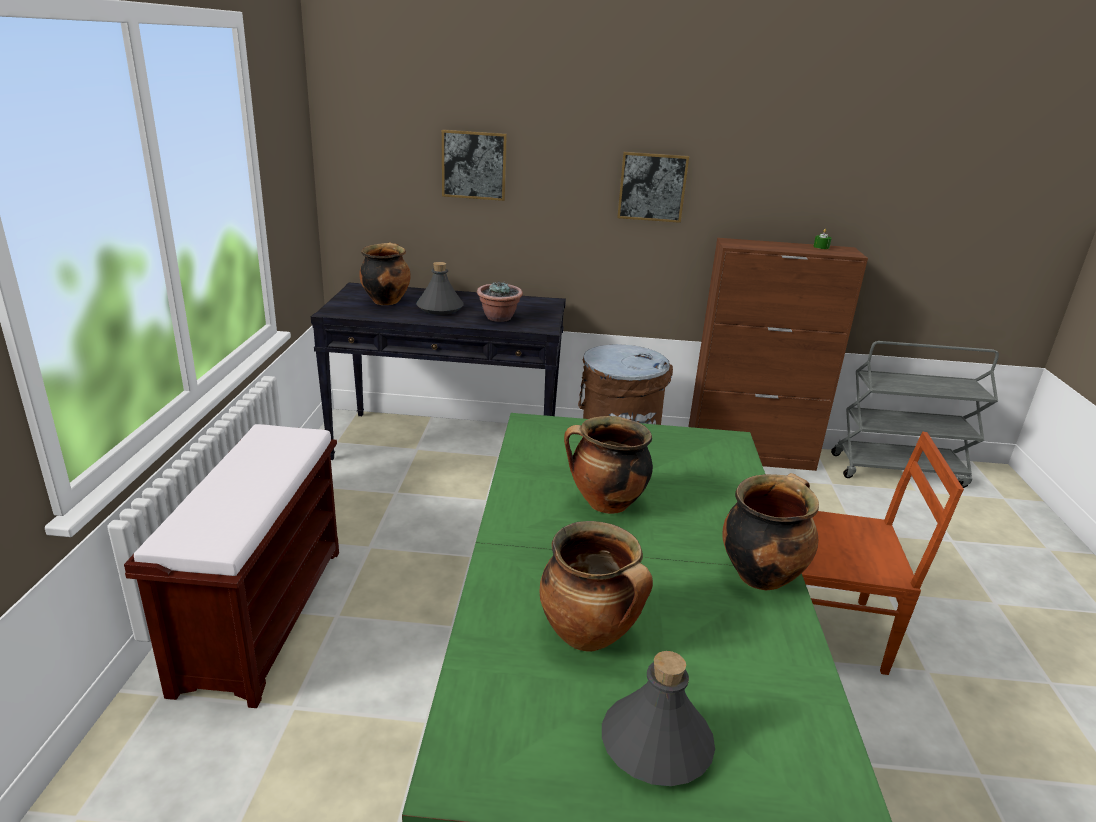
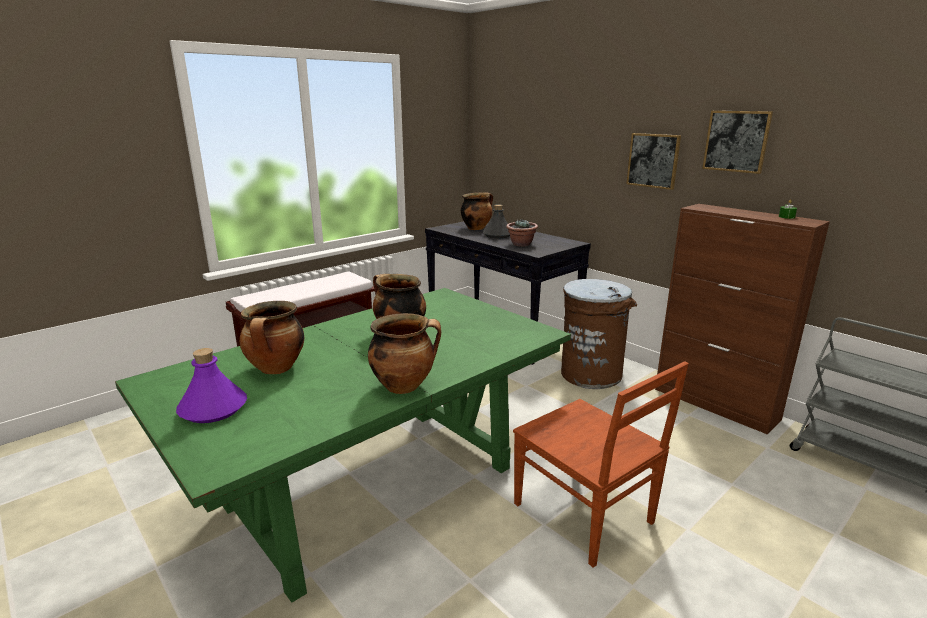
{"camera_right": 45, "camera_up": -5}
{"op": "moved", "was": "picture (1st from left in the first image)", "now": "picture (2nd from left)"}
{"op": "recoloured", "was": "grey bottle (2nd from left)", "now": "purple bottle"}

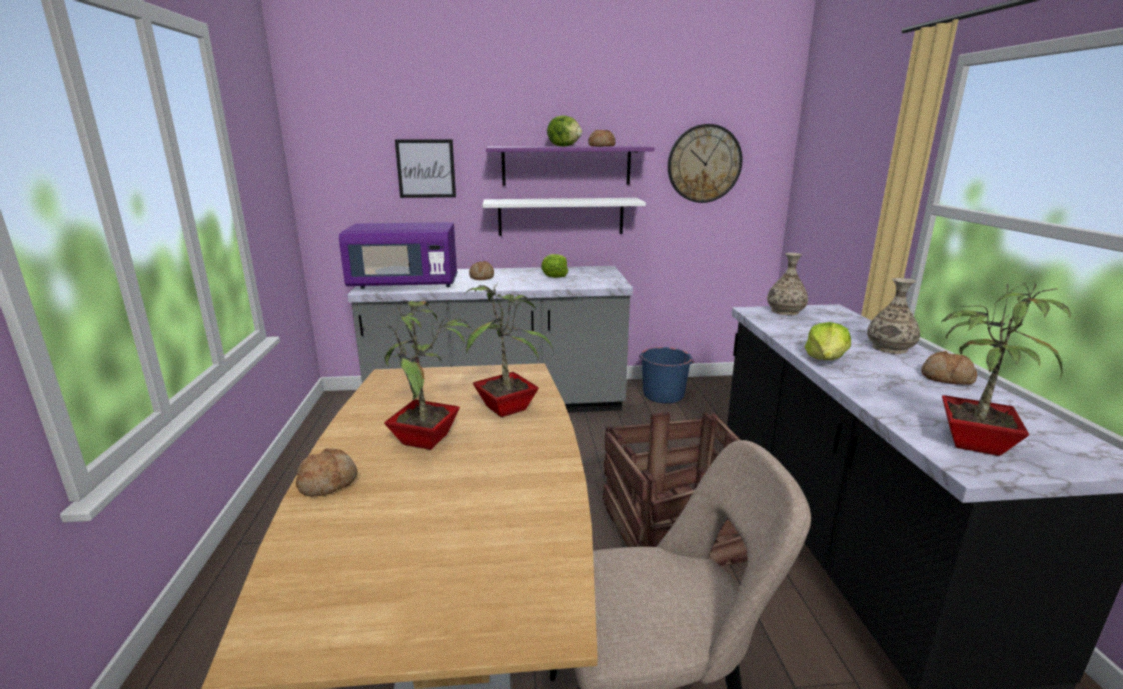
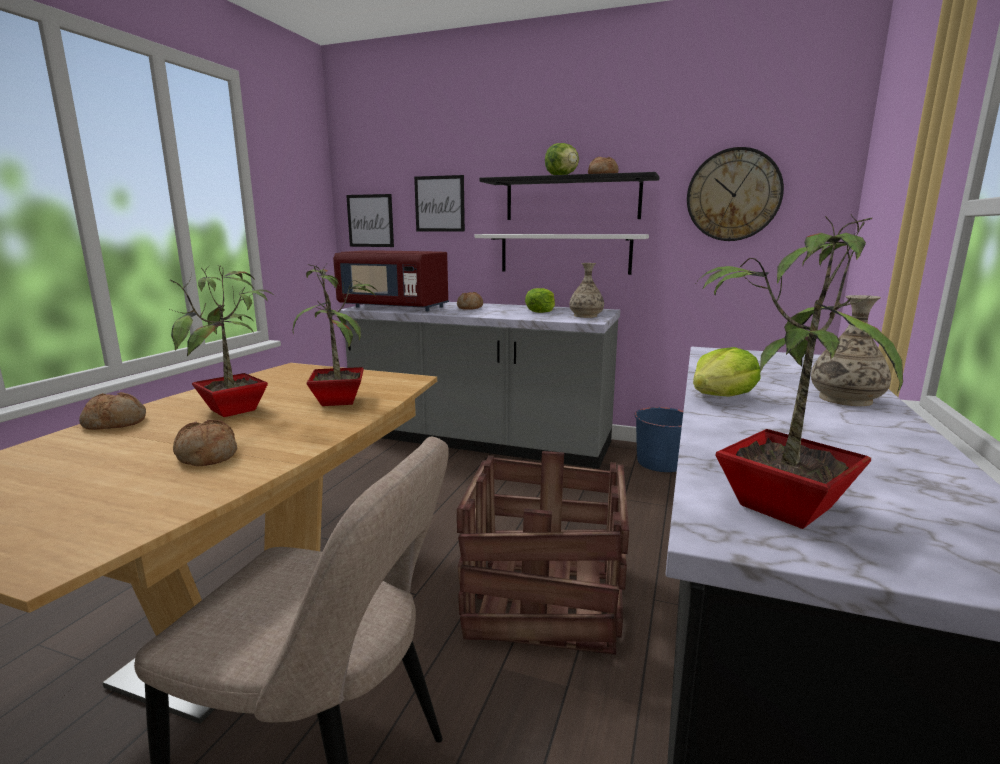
{"camera_right": 25, "camera_up": -5}
{"op": "added", "now": "picture (1st from left)"}
{"op": "moved", "was": "vase (1st from left)"}
{"op": "moved", "was": "bread (4th from left in the first image)", "now": "bread (2nd from left)"}
{"op": "recoloured", "was": "purple microwave", "now": "red microwave"}
{"op": "recoloured", "was": "purple shelf", "now": "black shelf"}

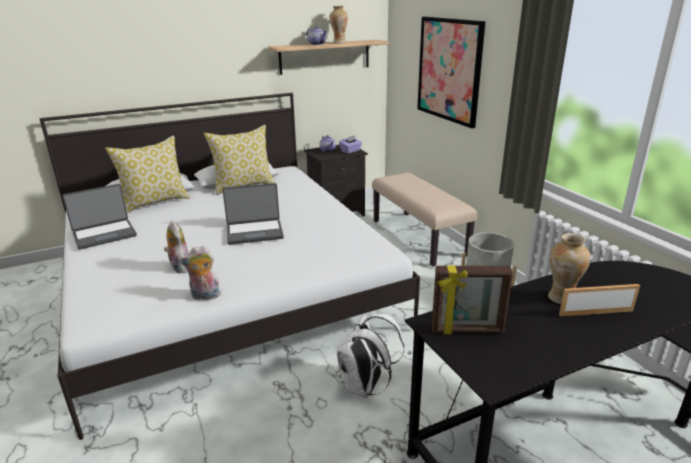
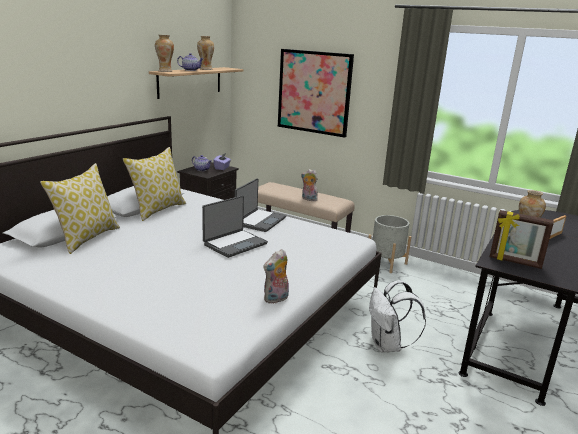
{"camera_right": -35, "camera_up": -5}
{"op": "added", "now": "vase (1st from left)"}
{"op": "moved", "was": "laptop (1st from left in the first image)", "now": "laptop (2nd from left)"}
{"op": "moved", "was": "plush toy (1st from left in the first image)", "now": "plush toy (2nd from left)"}
{"op": "turned", "was": "picture frame (1st from left)", "clockwise": 60}

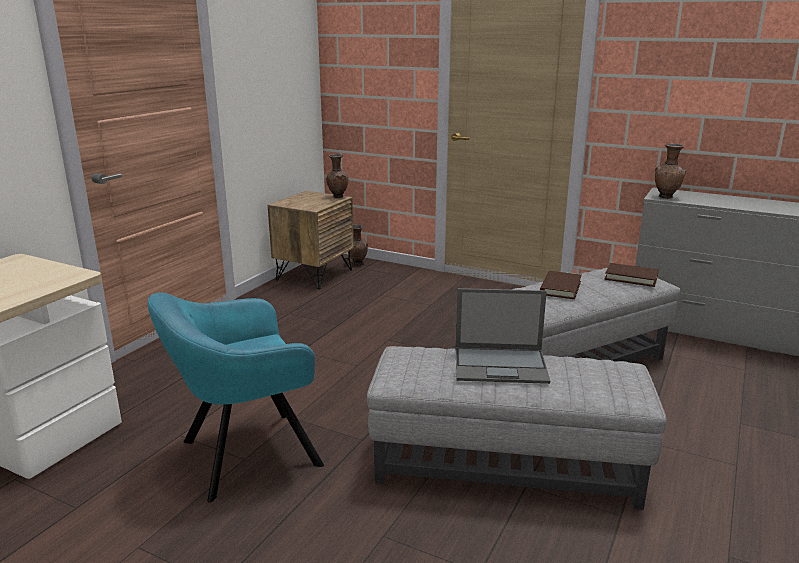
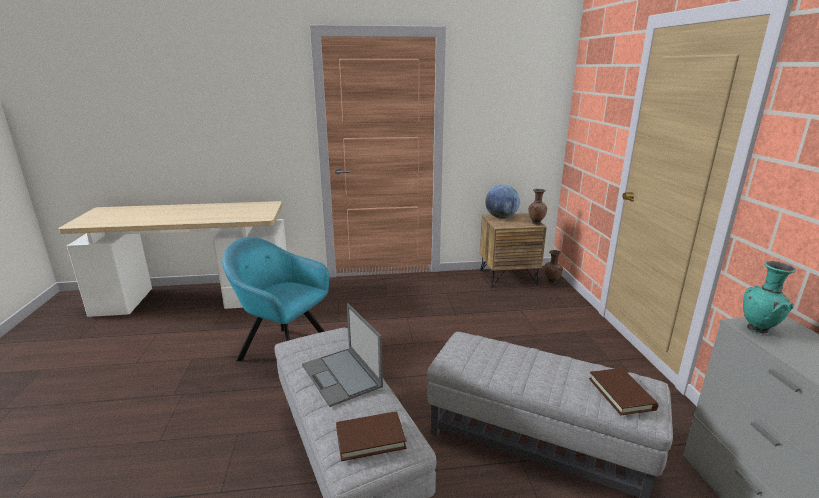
{"camera_right": 55, "camera_up": 0}
{"op": "added", "now": "globe"}
{"op": "moved", "was": "brown book (1st from left)"}
{"op": "recoloured", "was": "brown vase (3rd from left)", "now": "turquoise vase"}

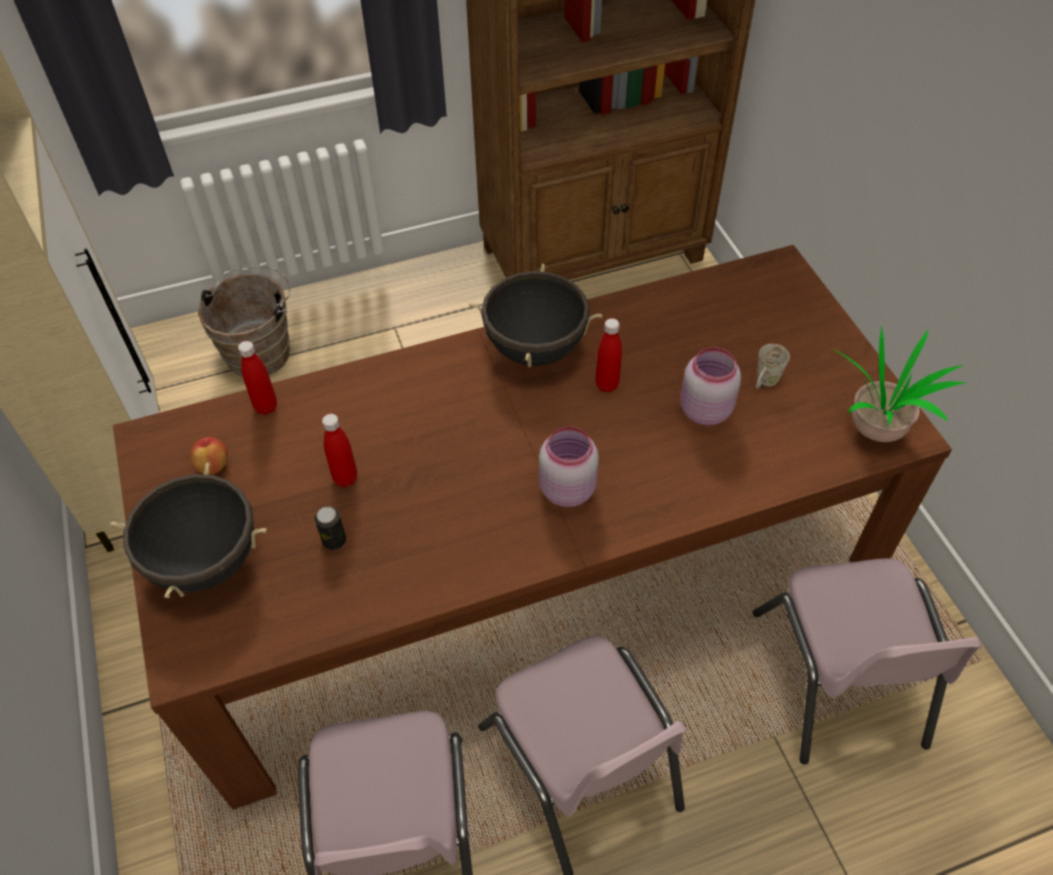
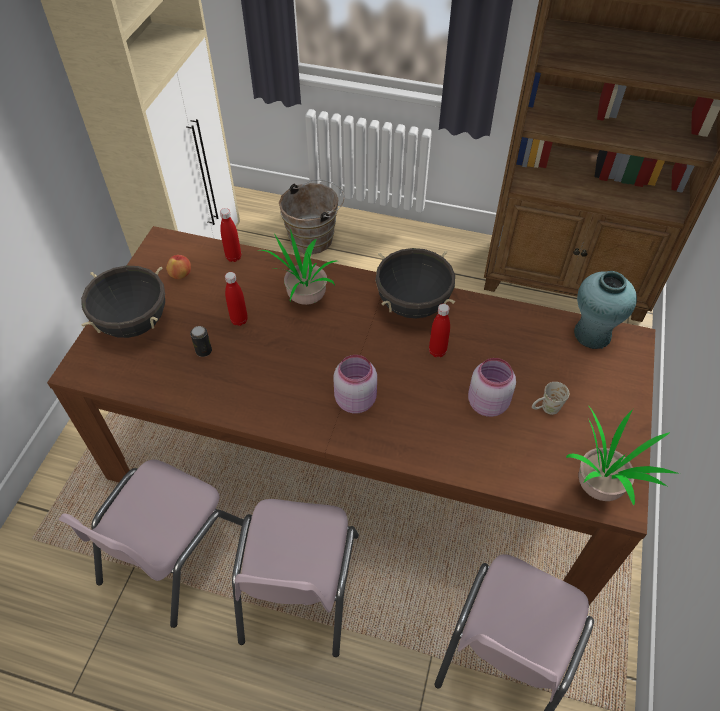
{"camera_right": 35, "camera_up": 0}
{"op": "added", "now": "potted plant (1st from left)"}
{"op": "added", "now": "turquoise vase"}

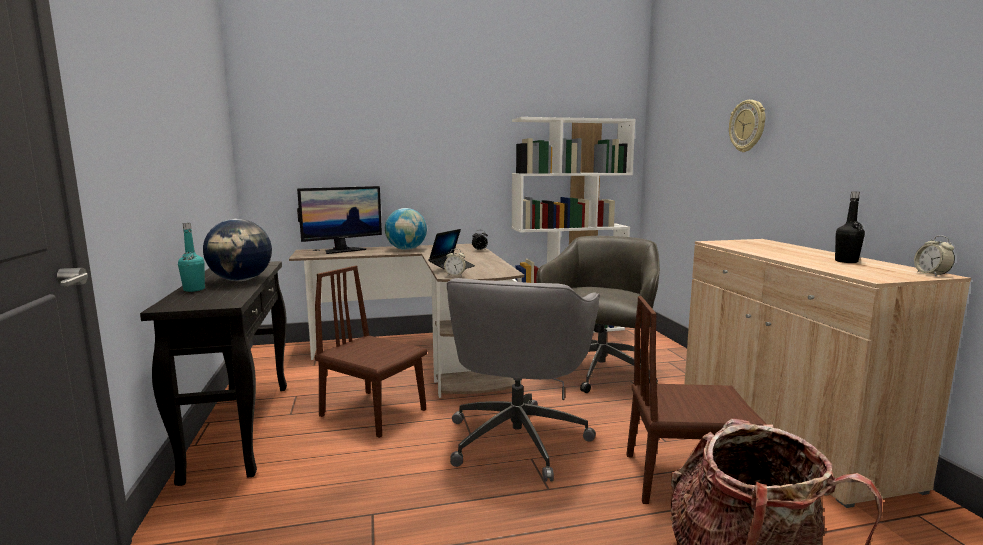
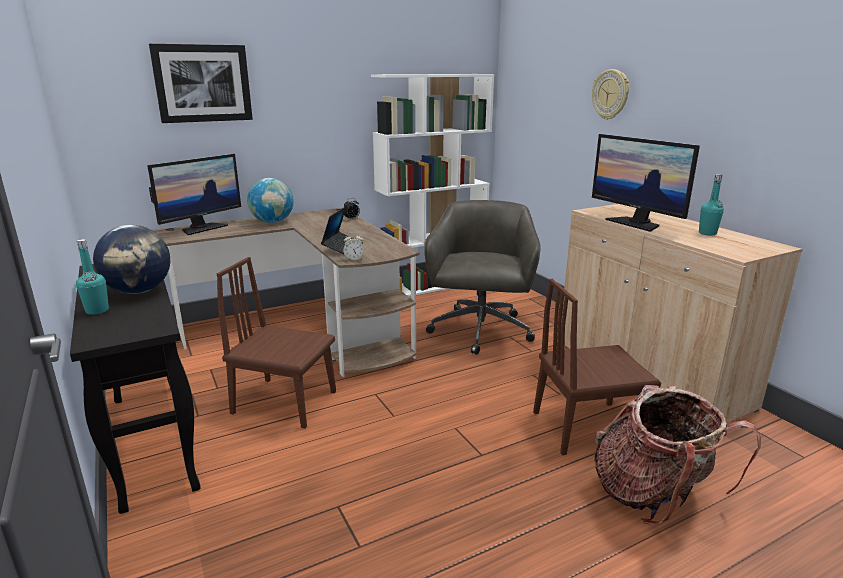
{"camera_right": -15, "camera_up": 10}
{"op": "removed", "was": "grey office chair (1st from left)"}
{"op": "removed", "was": "alarm clock (3rd from left)"}
{"op": "added", "now": "picture"}
{"op": "added", "now": "monitor (2nd from left)"}
{"op": "recoloured", "was": "black bottle", "now": "turquoise bottle (2nd from left)"}

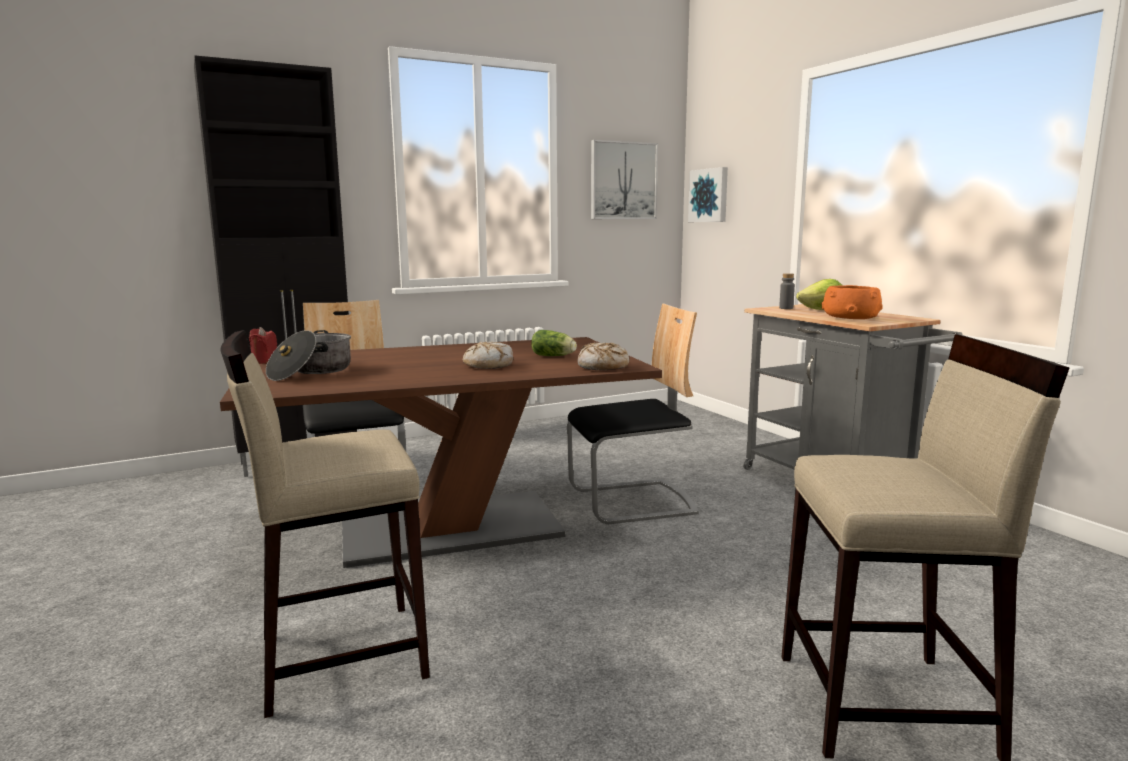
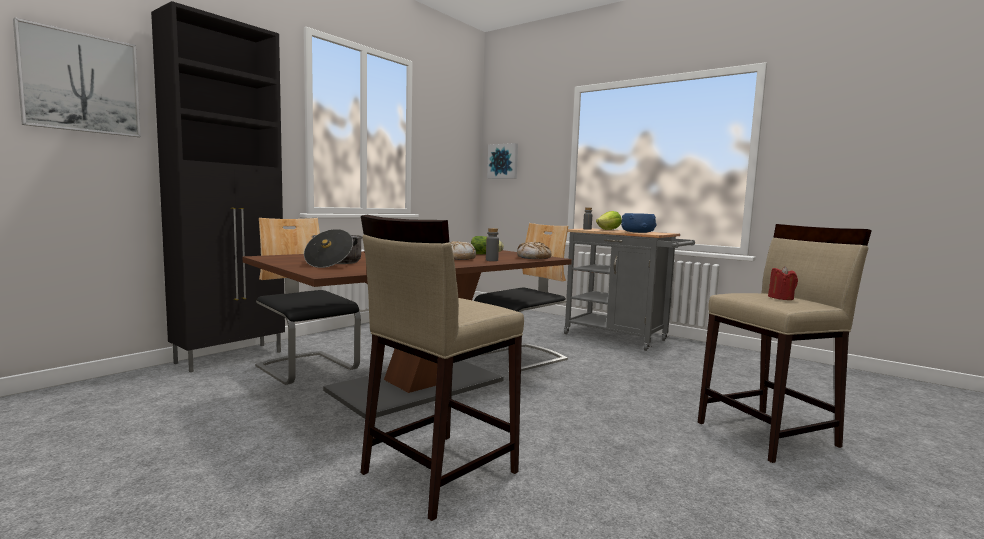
{"camera_right": -25, "camera_up": -5}
{"op": "added", "now": "grey bottle (1st from left)"}
{"op": "moved", "was": "red candle"}
{"op": "moved", "was": "picture (1st from left)"}
{"op": "recoloured", "was": "orange bowl", "now": "blue bowl"}

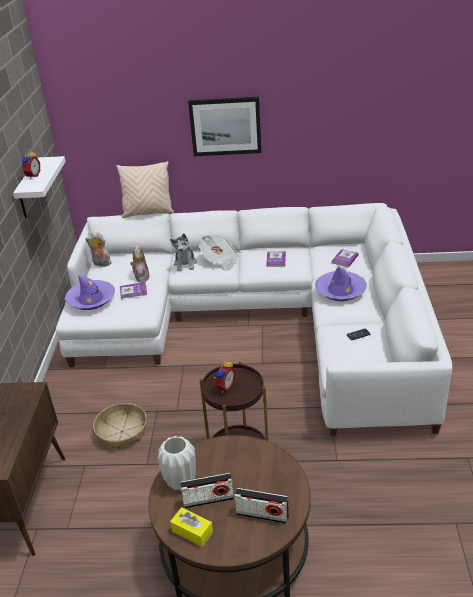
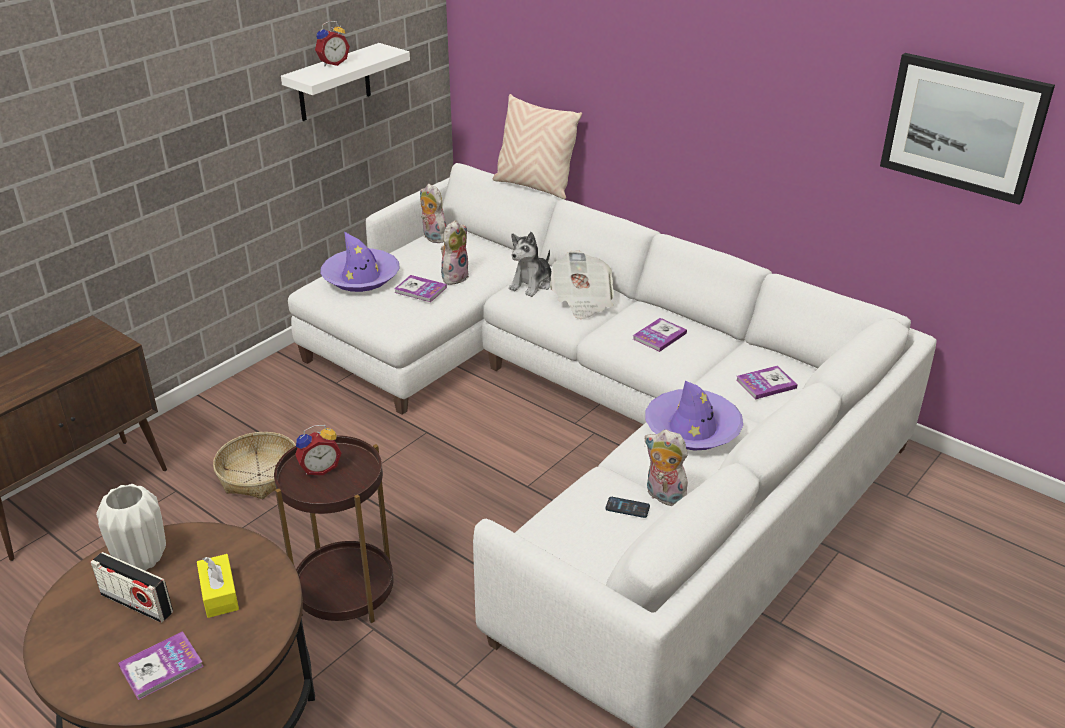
{"camera_right": 35, "camera_up": 0}
{"op": "added", "now": "plush toy (4th from left)"}
{"op": "moved", "was": "yellow tissue box"}
{"op": "moved", "was": "picture"}
{"op": "replaced", "was": "radio (2nd from left)", "now": "book (1st from left)"}

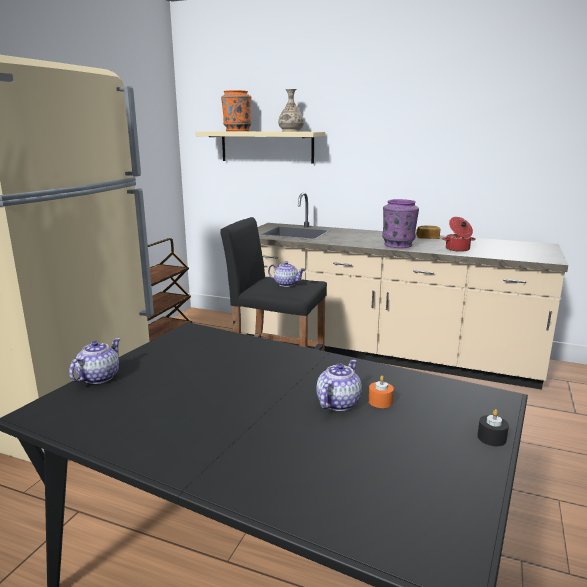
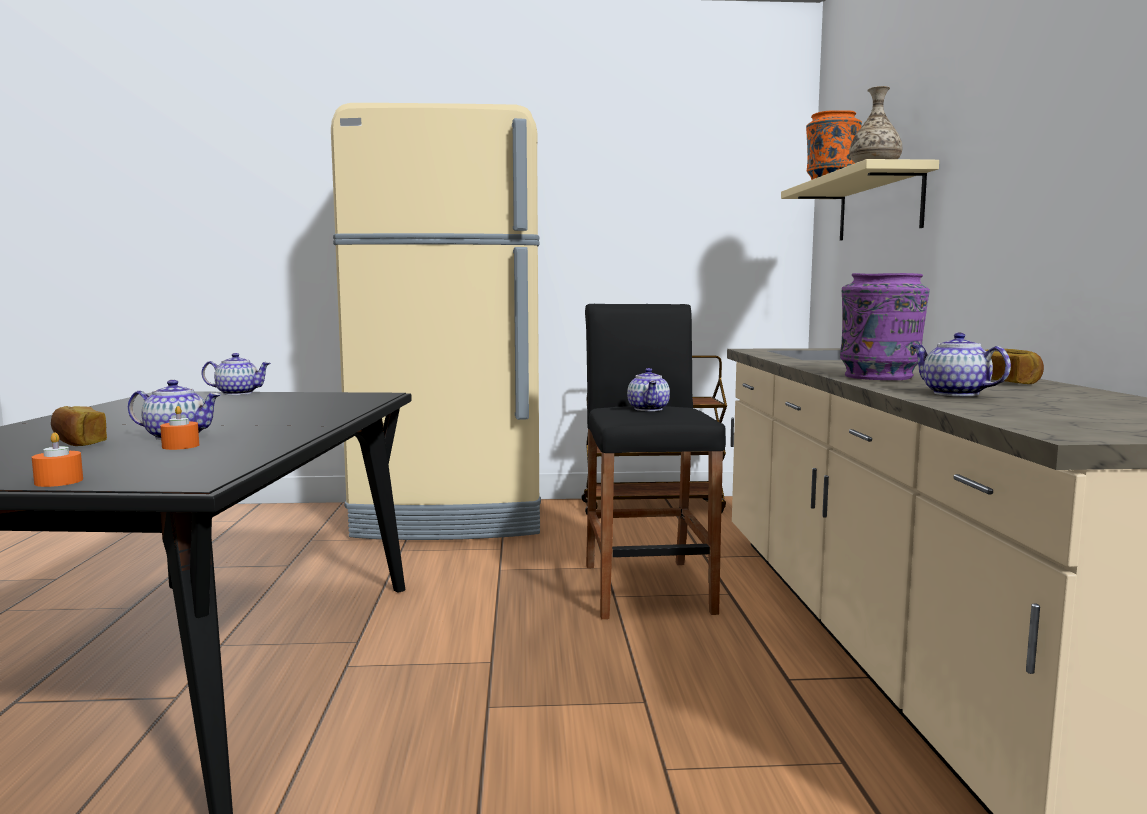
{"camera_right": 65, "camera_up": -10}
{"op": "added", "now": "bread (1st from left)"}
{"op": "replaced", "was": "cooking pot", "now": "teapot (4th from left)"}
{"op": "recoloured", "was": "black candle", "now": "orange candle (1st from left)"}

